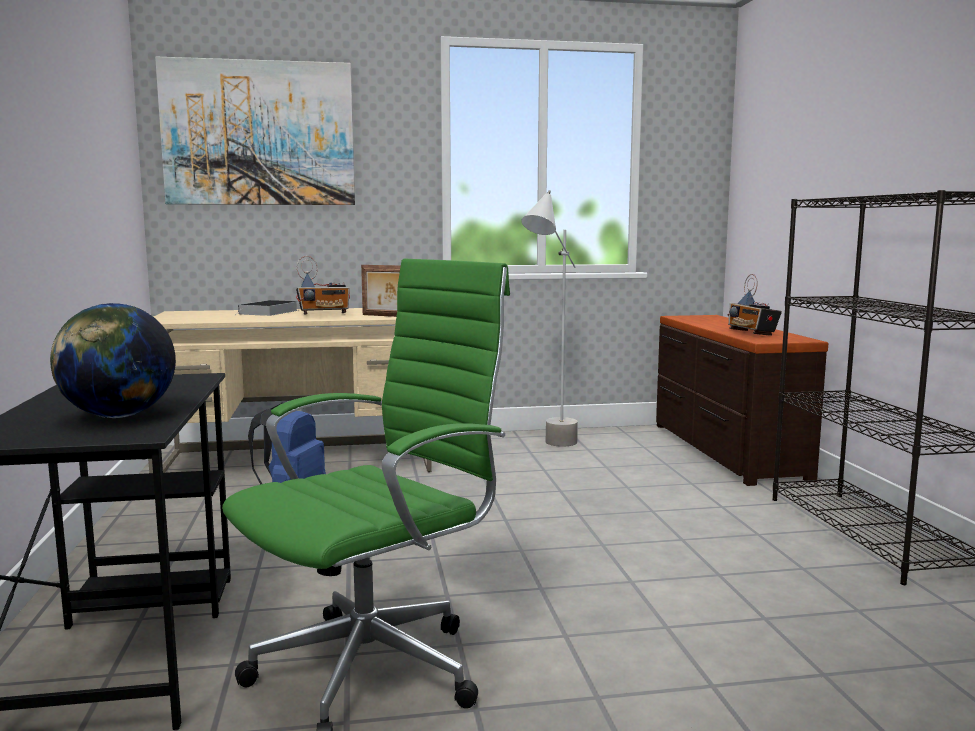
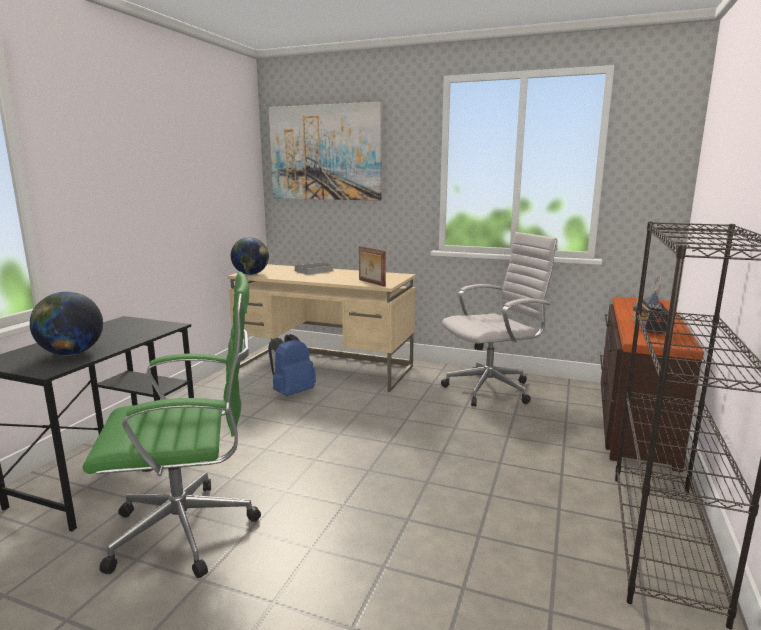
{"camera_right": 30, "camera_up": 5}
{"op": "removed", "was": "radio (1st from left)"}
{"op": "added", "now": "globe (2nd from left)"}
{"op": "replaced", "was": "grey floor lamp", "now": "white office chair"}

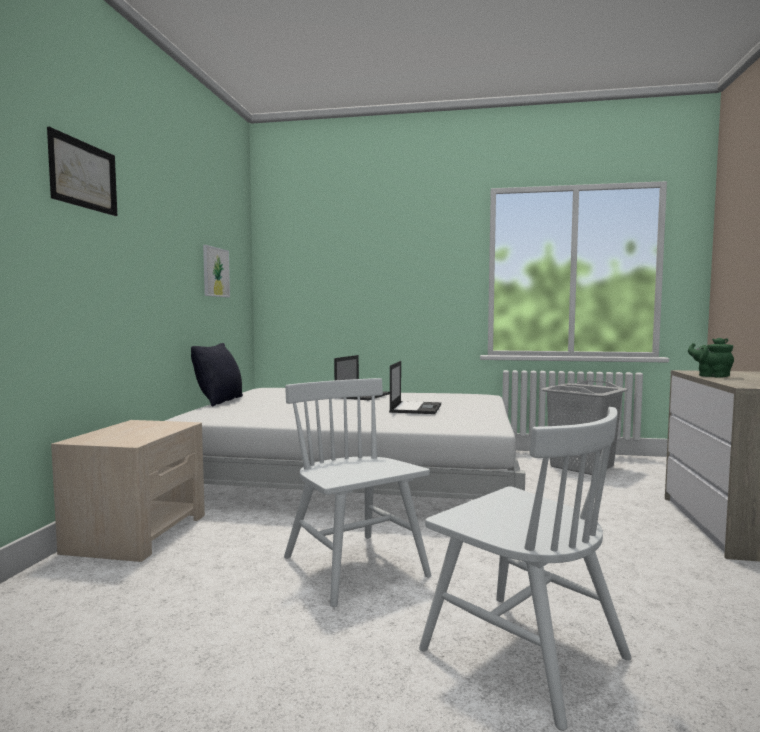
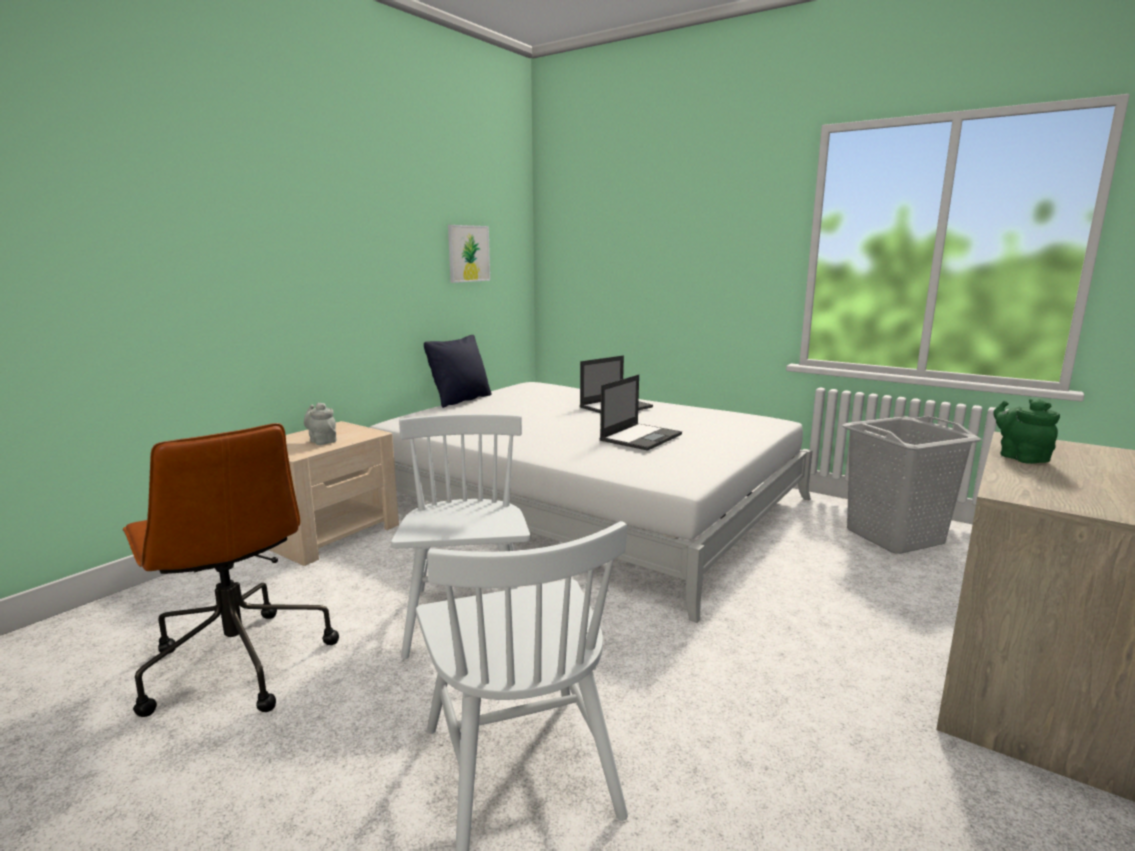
{"camera_right": 25, "camera_up": 10}
{"op": "removed", "was": "picture (1st from left)"}
{"op": "added", "now": "brown office chair"}
{"op": "added", "now": "grey teapot"}

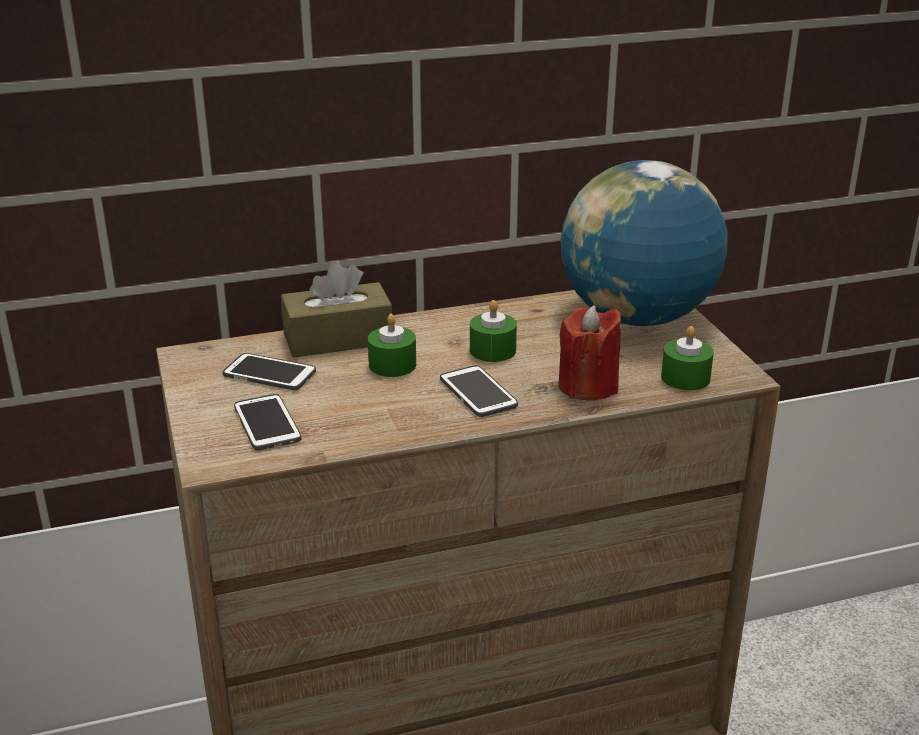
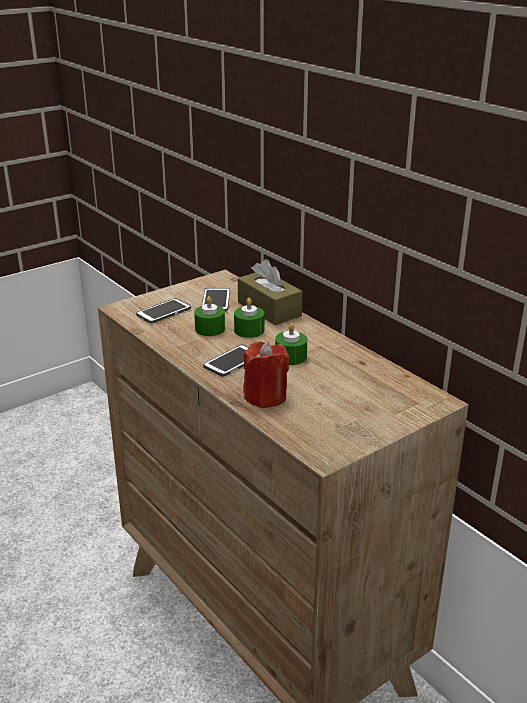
{"camera_right": 70, "camera_up": 0}
{"op": "removed", "was": "globe"}
{"op": "moved", "was": "green candle (3rd from left in the first image)", "now": "green candle (1st from left)"}

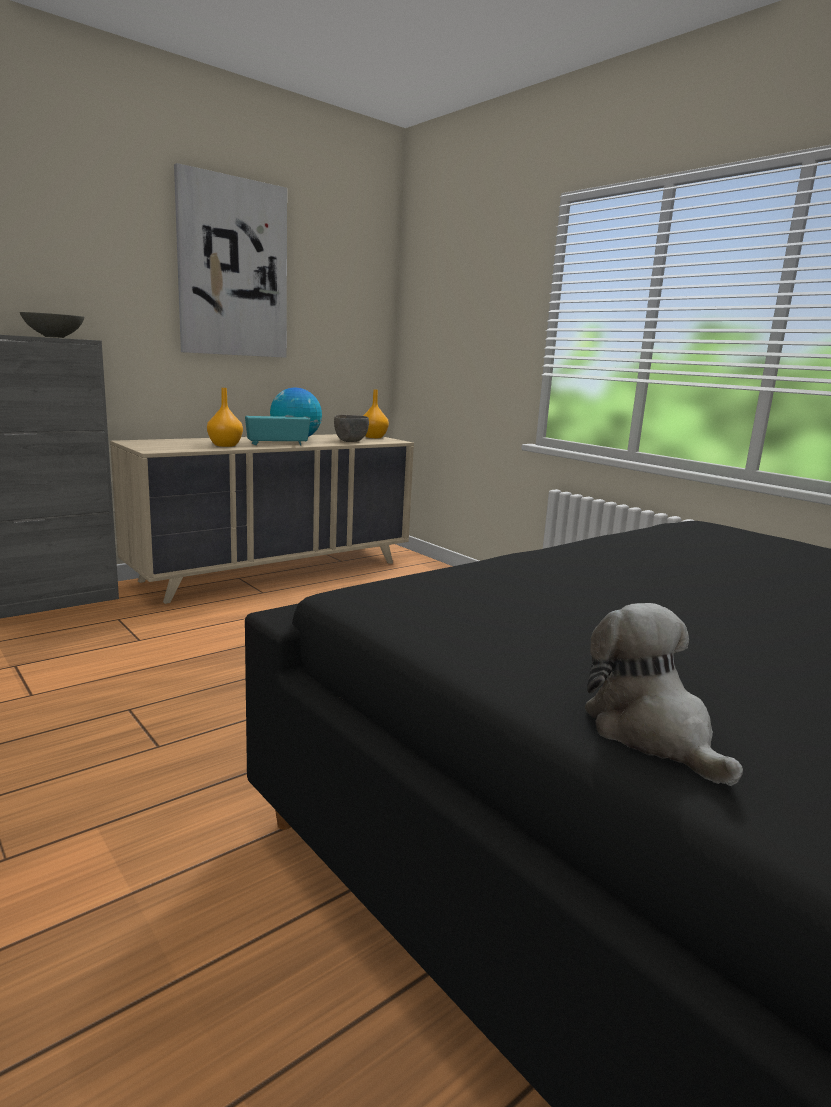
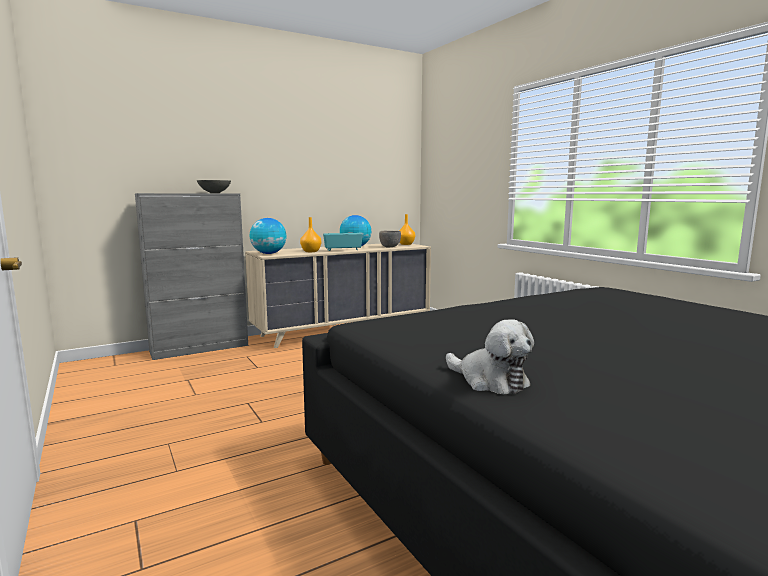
{"camera_right": 10, "camera_up": -5}
{"op": "removed", "was": "picture"}
{"op": "added", "now": "globe (1st from left)"}
{"op": "turned", "was": "plush toy", "clockwise": 150}

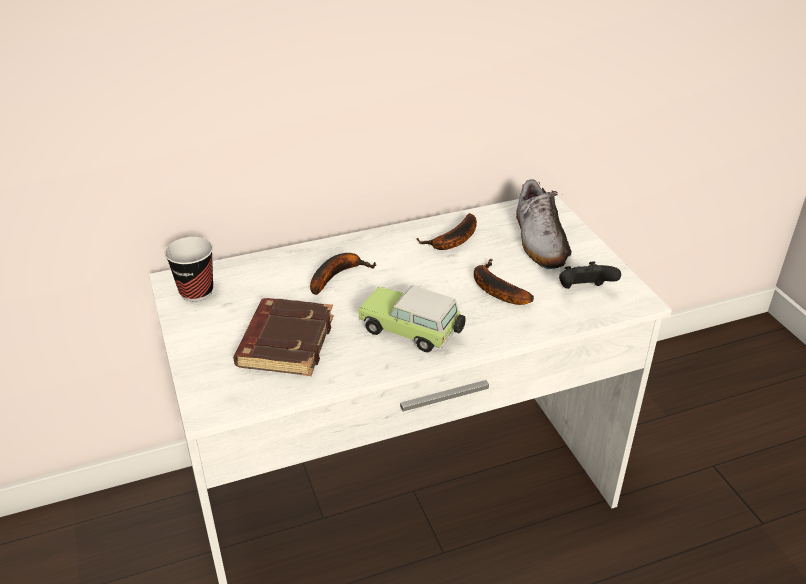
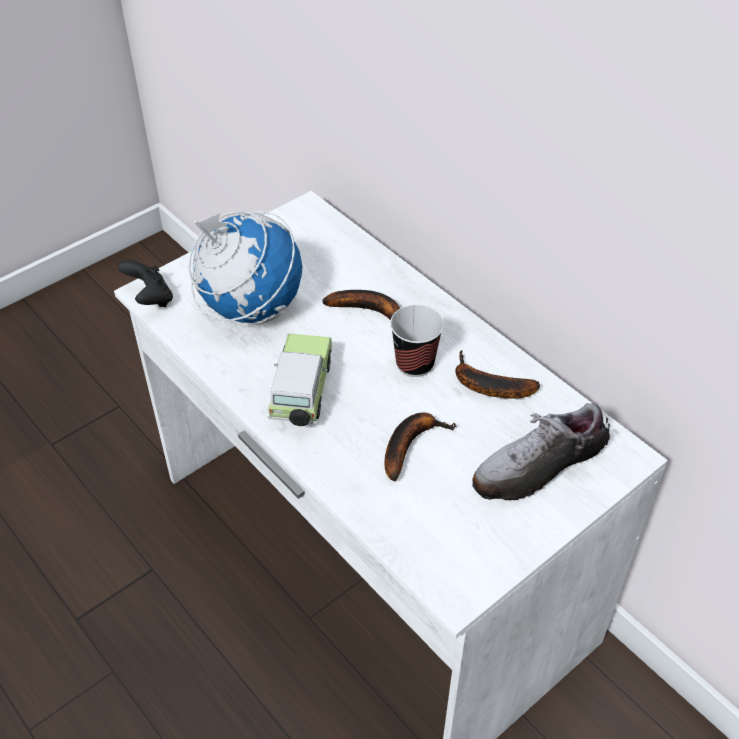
{"camera_right": 70, "camera_up": 10}
{"op": "moved", "was": "cup"}
{"op": "moved", "was": "black game controller"}
{"op": "replaced", "was": "brown book", "now": "globe"}

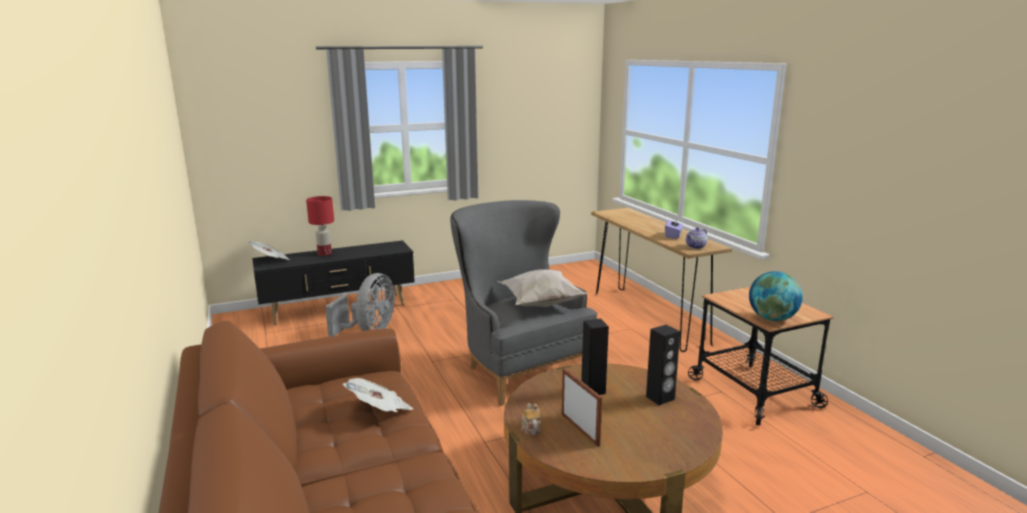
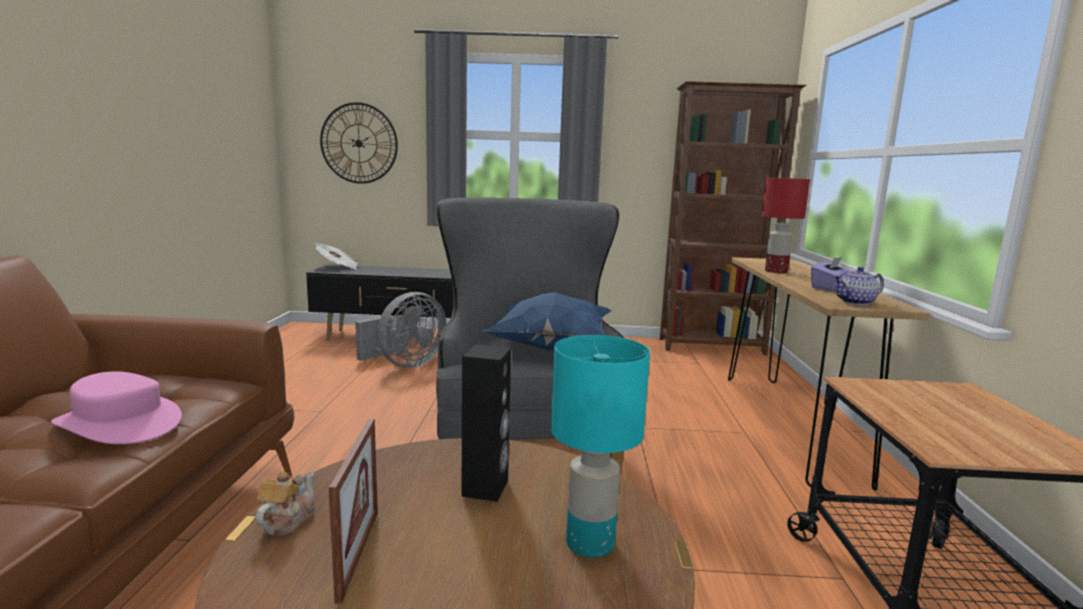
{"camera_right": 25, "camera_up": -5}
{"op": "removed", "was": "globe"}
{"op": "added", "now": "wall clock"}
{"op": "added", "now": "brown bookcase"}
{"op": "moved", "was": "red table lamp"}
{"op": "replaced", "was": "newspaper (2nd from left)", "now": "pink hat"}
{"op": "replaced", "was": "black speaker (2nd from left)", "now": "turquoise table lamp"}
{"op": "recoloured", "was": "white pillow", "now": "blue pillow"}

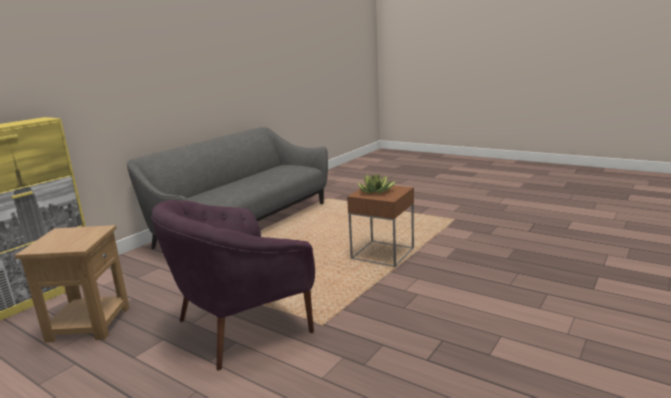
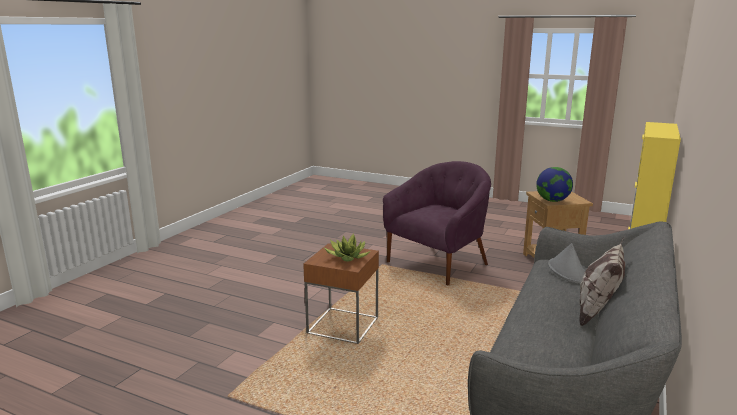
{"camera_right": 170, "camera_up": 0}
{"op": "added", "now": "globe"}
{"op": "added", "now": "grey hat"}
{"op": "added", "now": "pillow"}

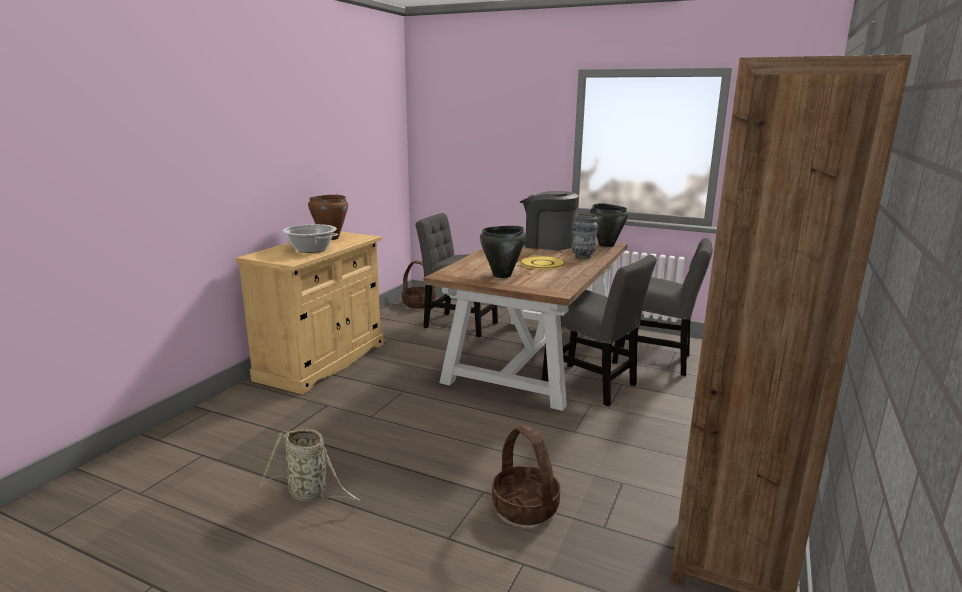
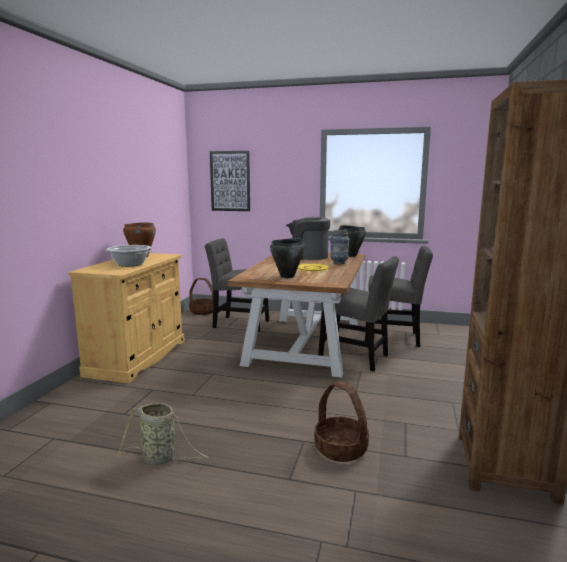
{"camera_right": -10, "camera_up": -5}
{"op": "added", "now": "picture"}

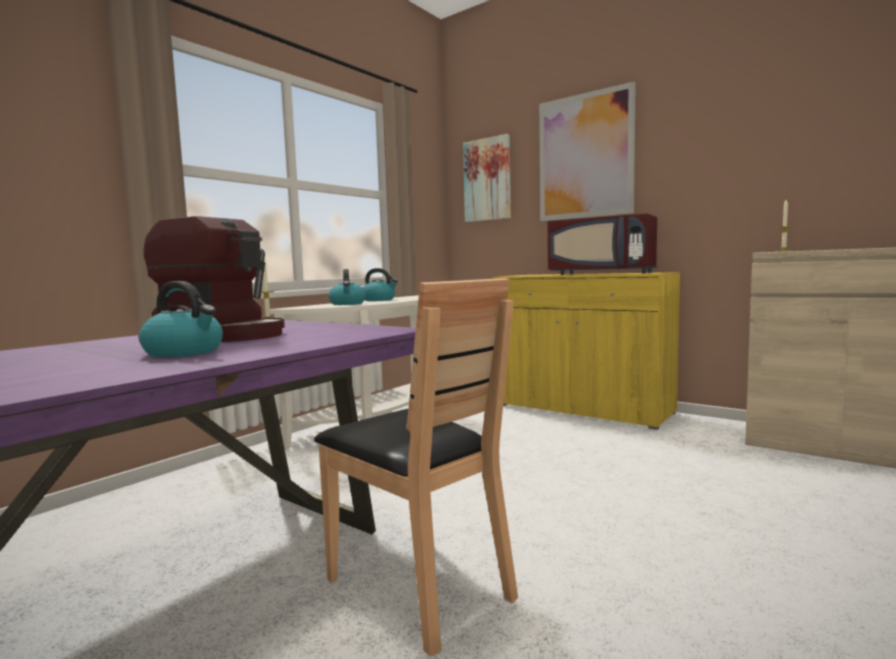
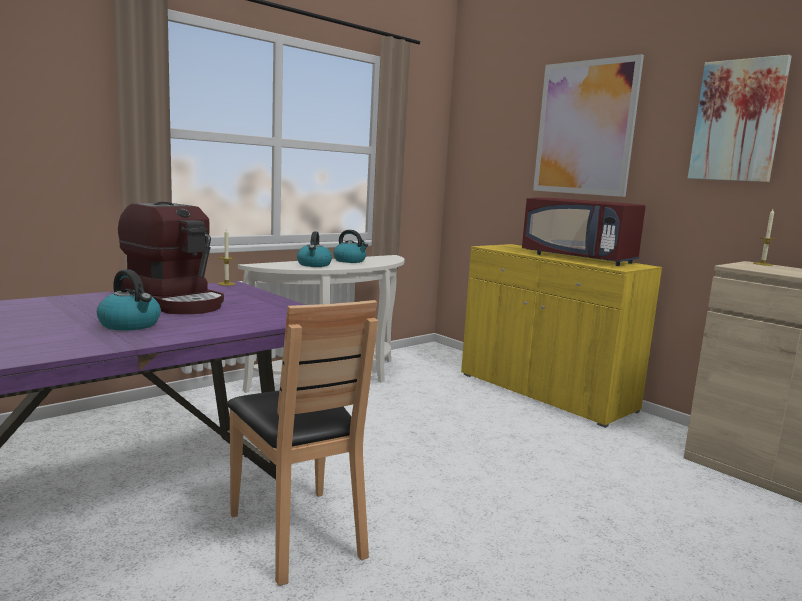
{"camera_right": 10, "camera_up": 5}
{"op": "moved", "was": "picture (1st from left in the first image)", "now": "picture (2nd from left)"}

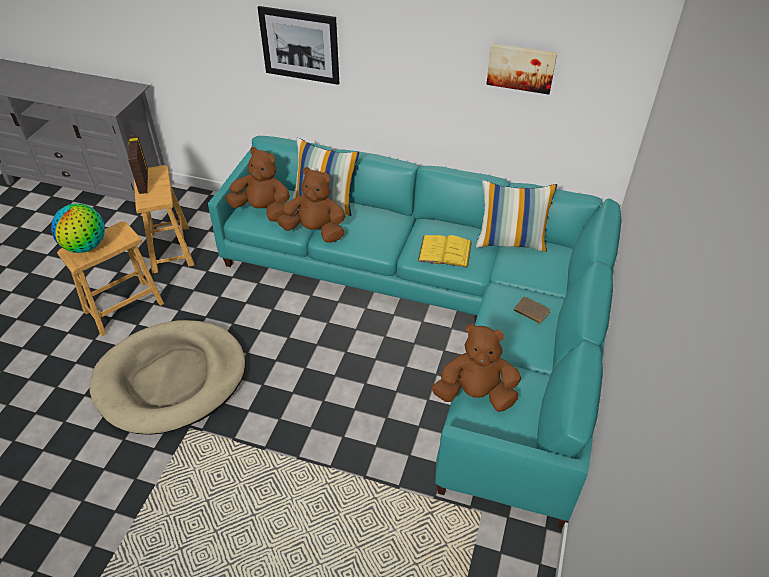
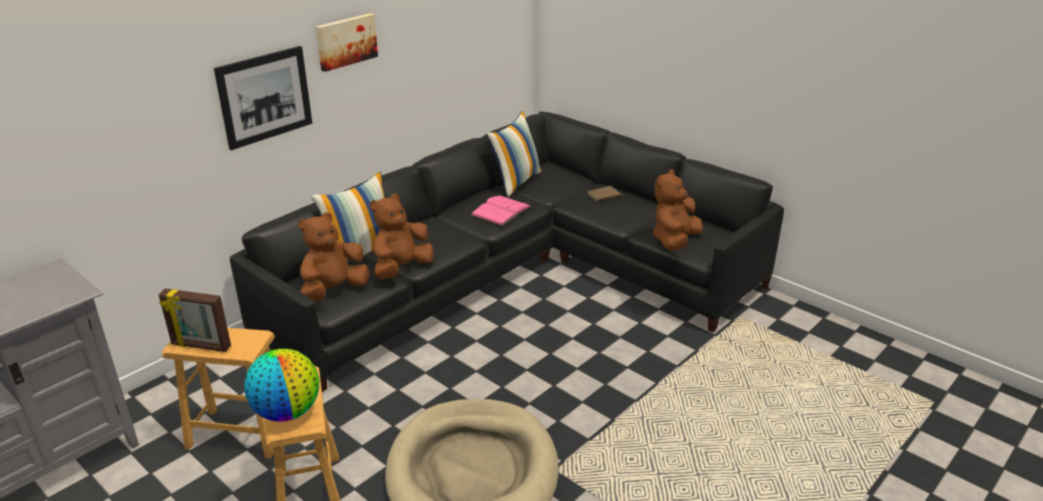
{"camera_right": -65, "camera_up": -15}
{"op": "moved", "was": "picture (2nd from left)"}
{"op": "recoloured", "was": "turquoise sofa", "now": "black sofa"}
{"op": "recoloured", "was": "yellow book", "now": "pink book"}

